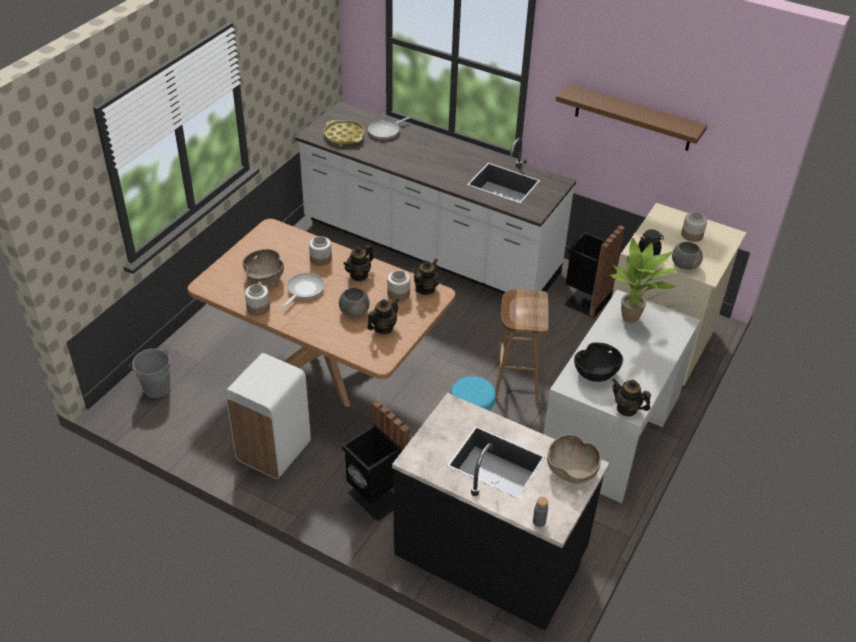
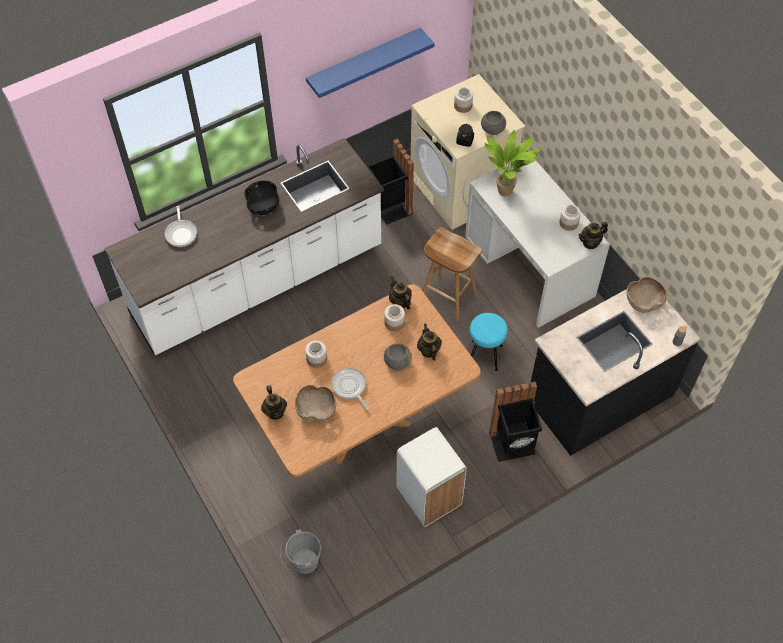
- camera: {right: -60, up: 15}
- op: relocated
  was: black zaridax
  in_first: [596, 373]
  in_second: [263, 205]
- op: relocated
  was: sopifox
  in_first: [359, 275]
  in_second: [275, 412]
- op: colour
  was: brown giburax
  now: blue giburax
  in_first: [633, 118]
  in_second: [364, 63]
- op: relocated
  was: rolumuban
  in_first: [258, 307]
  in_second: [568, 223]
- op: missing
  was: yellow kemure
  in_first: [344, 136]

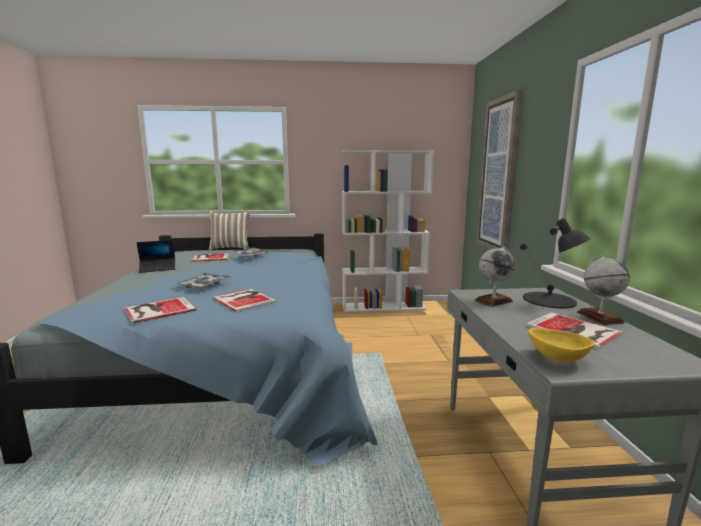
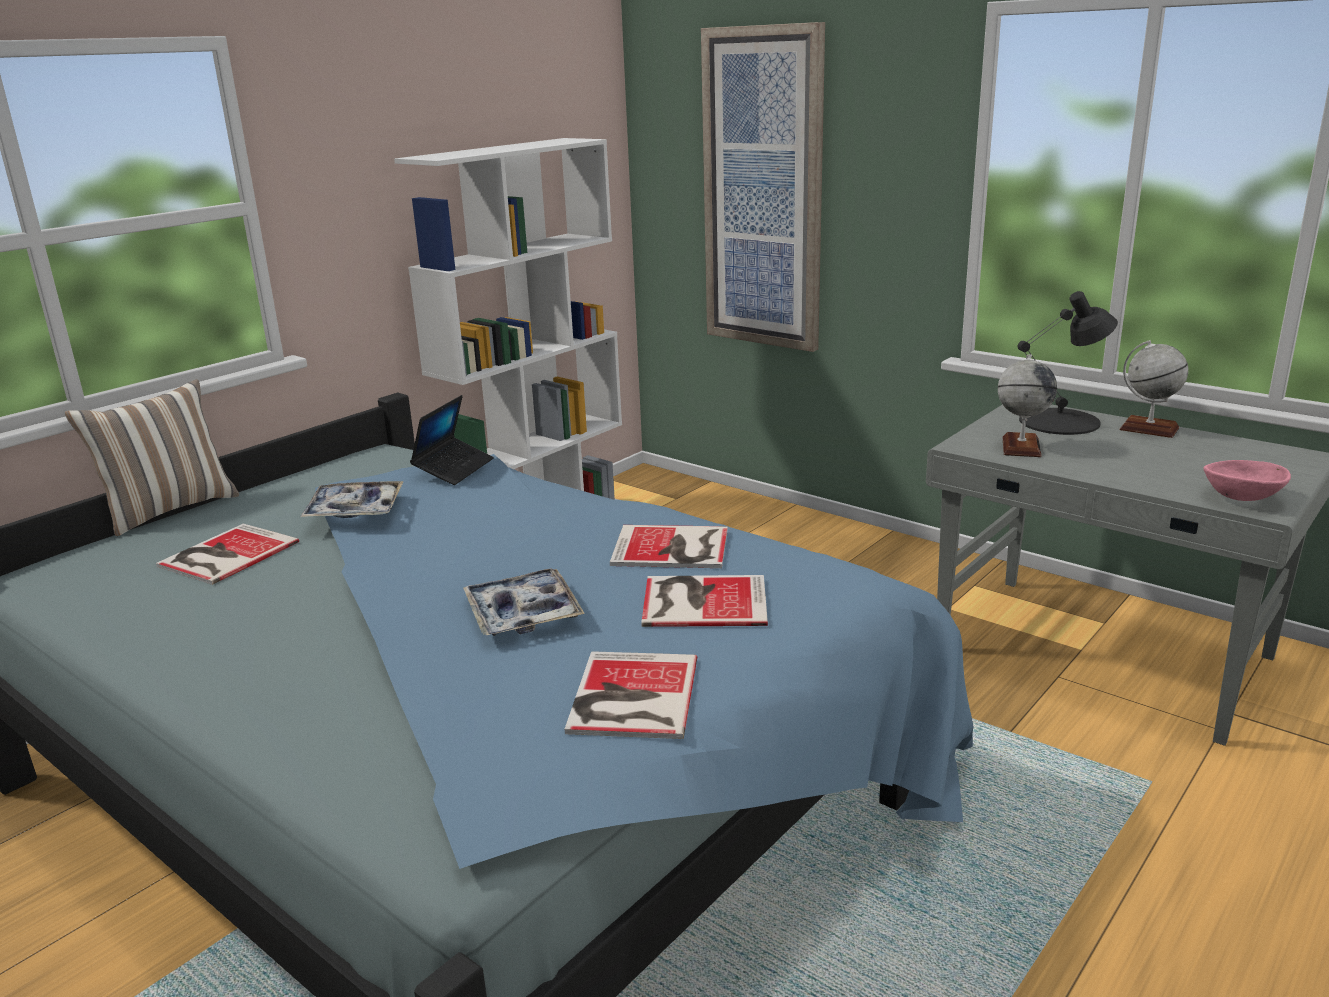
- camera: {right: -45, up: 10}
- op: relocated
  was: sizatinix
  in_first: [158, 269]
  in_second: [454, 469]
- op: relocated
  was: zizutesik
  in_first: [574, 331]
  in_second: [673, 548]
- op: colour
  was: yellow zaridax
  now: pink zaridax
  in_first: [557, 359]
  in_second: [1241, 498]

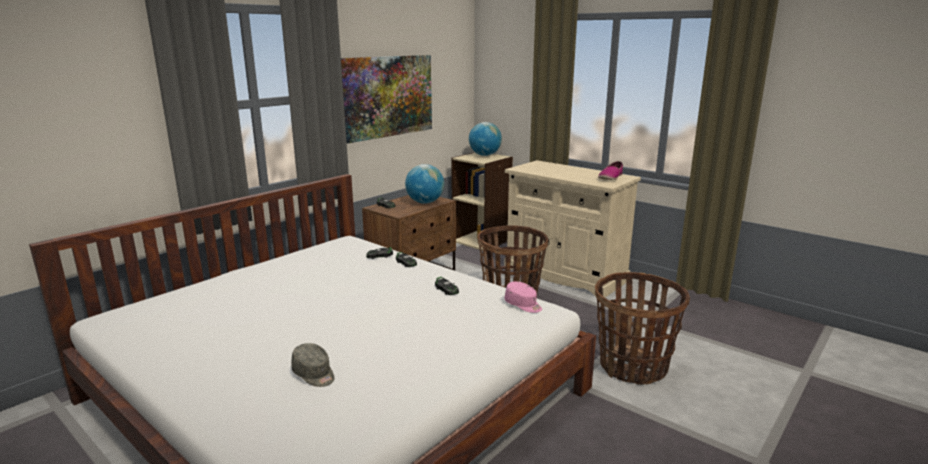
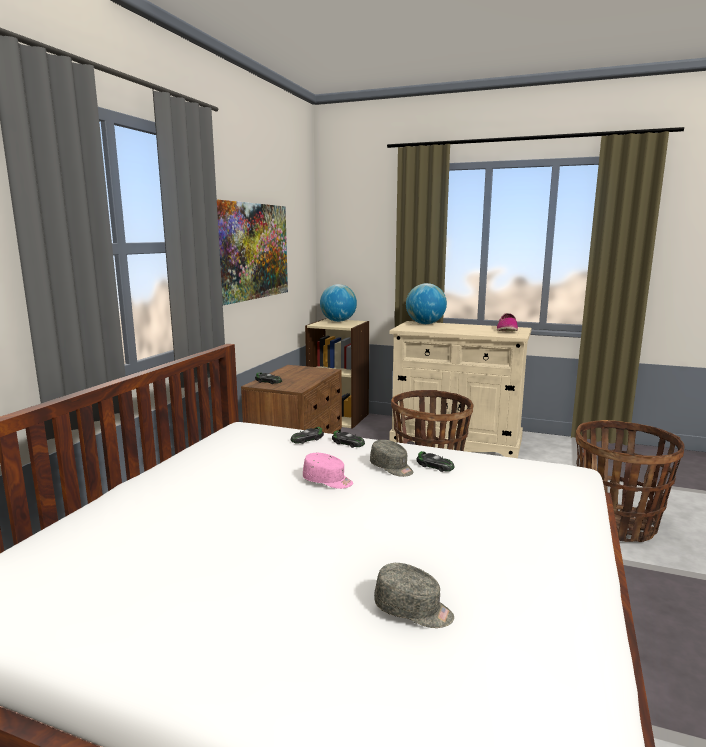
- camera: {right: -20, up: -5}
- op: relocated
  was: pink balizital
  in_first: [523, 305]
  in_second: [328, 481]
- op: appeared
  now: grey balizital
  in_second: [392, 468]
- op: relocated
  was: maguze
  in_first: [425, 202]
  in_second: [425, 324]

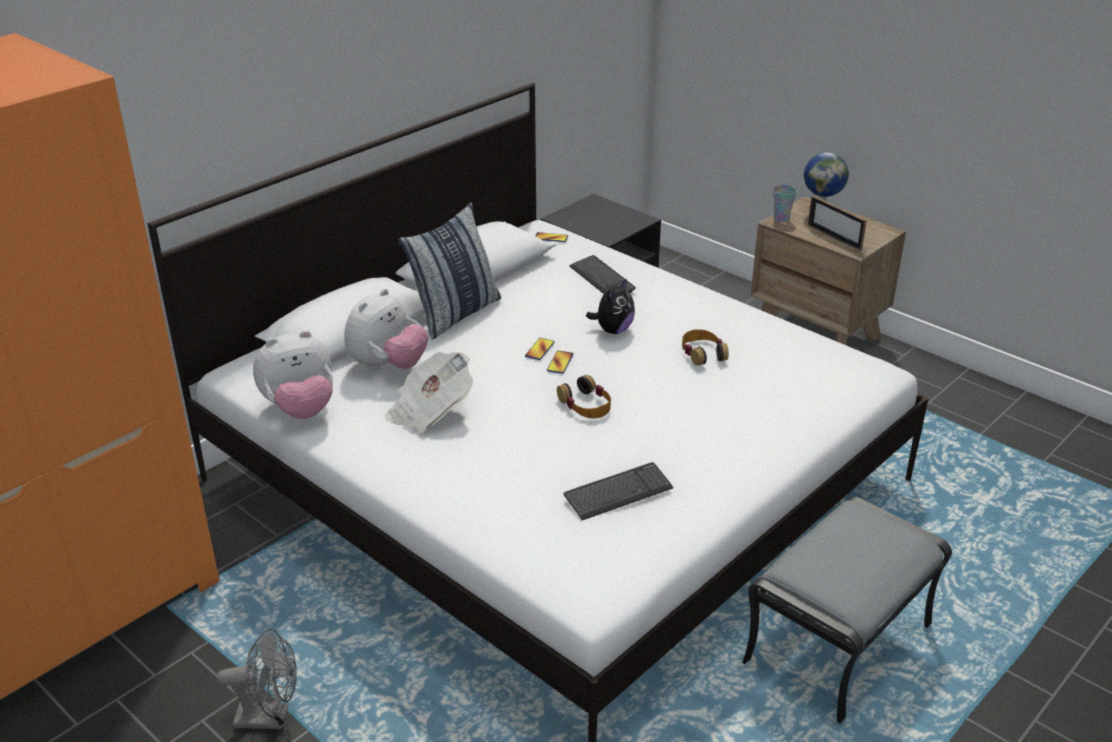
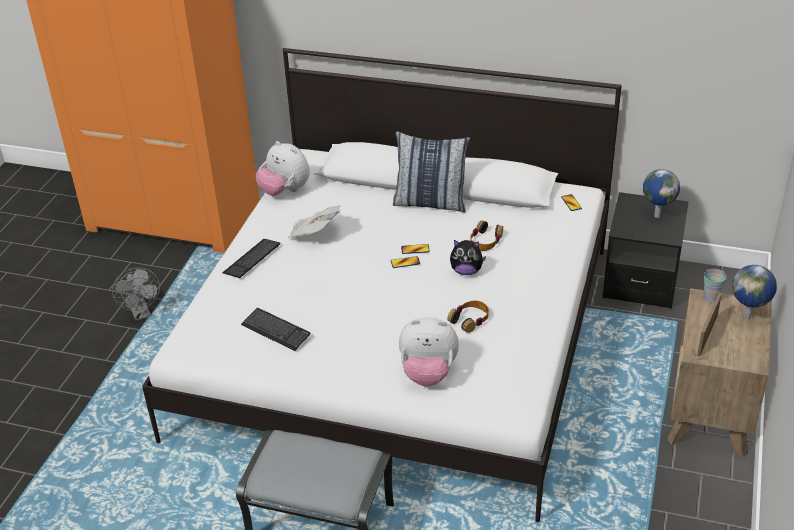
- camera: {right: 65, up: 5}
- op: relocated
  was: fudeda
  in_first: [602, 279]
  in_second: [252, 259]
- op: relocated
  was: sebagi
  in_first: [388, 366]
  in_second: [428, 374]
- op: relocated
  was: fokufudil
  in_first: [586, 404]
  in_second: [485, 240]
- op: appeared
  now: maguze
  in_second: [657, 215]

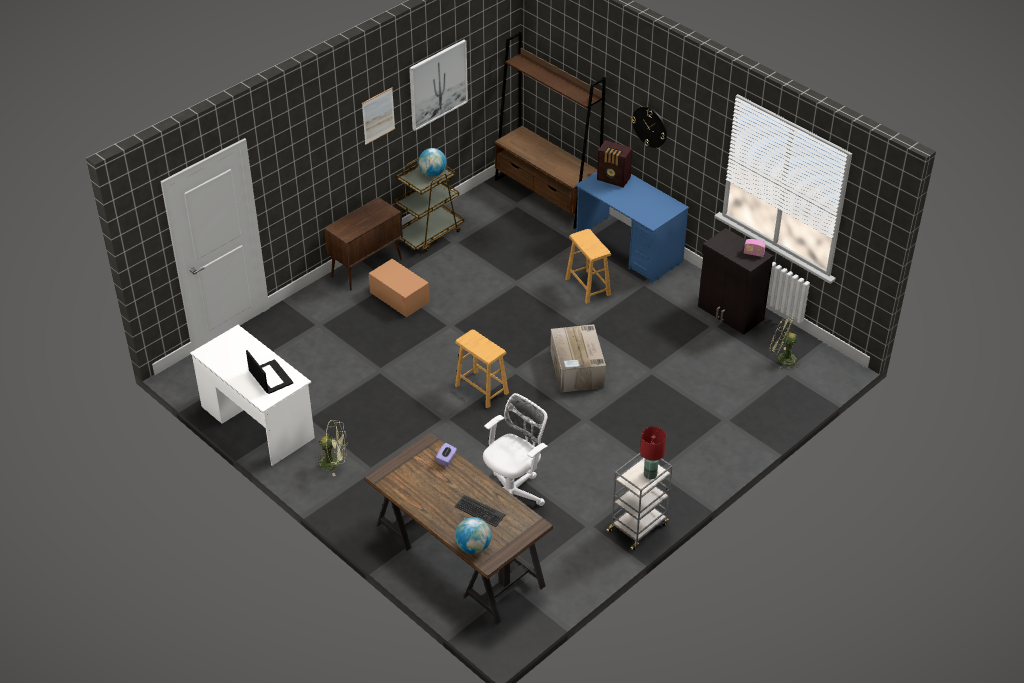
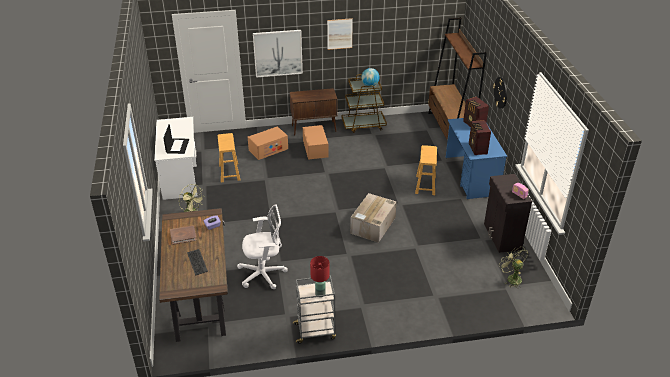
- camera: {right: 35, up: -5}
- op: appeared
  now: brown zizutesik
  in_second: [183, 236]
- op: relocated
  was: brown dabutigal
  in_first: [482, 389]
  in_second: [229, 172]
- op: appeared
  now: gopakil
  in_second: [268, 149]
- op: relocated
  was: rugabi
  in_first: [438, 84]
  in_second: [278, 53]
- op: appeared
  now: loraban
  in_second: [477, 149]
- op: missing
  was: maguze
  in_first: [473, 547]

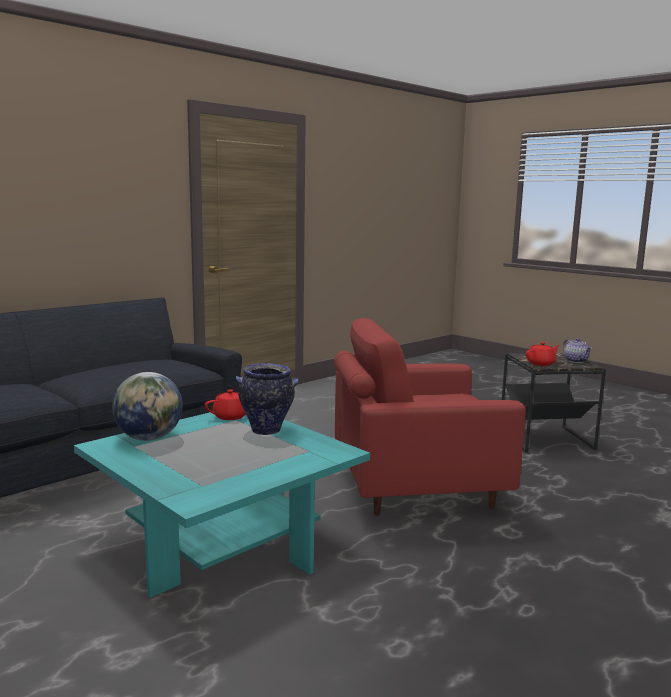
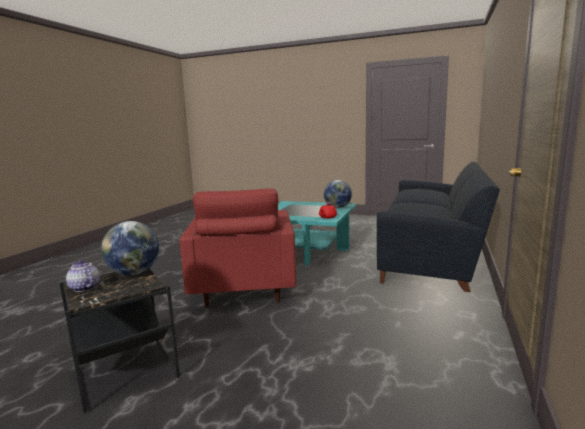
- camera: {right: 155, up: 0}
- op: exchanged
  was: red sopifox
  now: maguze
  in_first: [541, 363]
  in_second: [134, 273]
- op: spun
  was: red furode
  in_first: [415, 487]
  in_second: [243, 289]
  clockwise: 120
- op: missing
  was: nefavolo
  in_first: [267, 430]

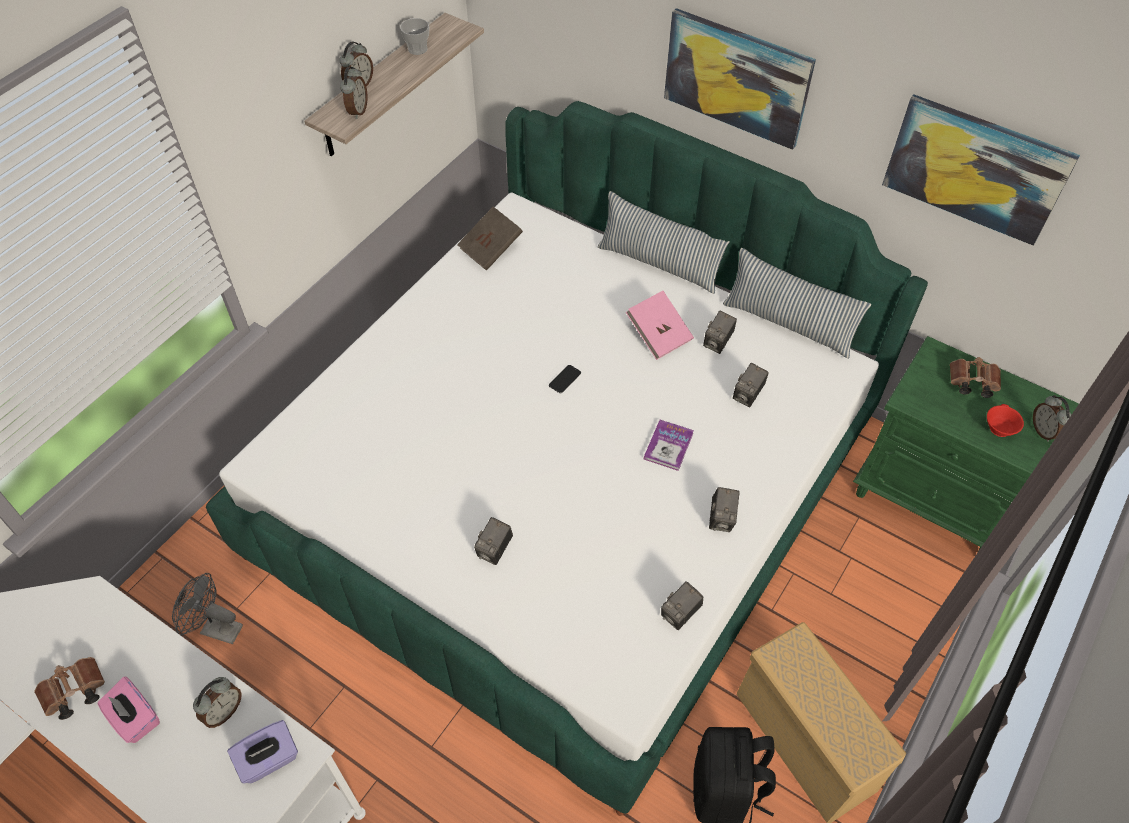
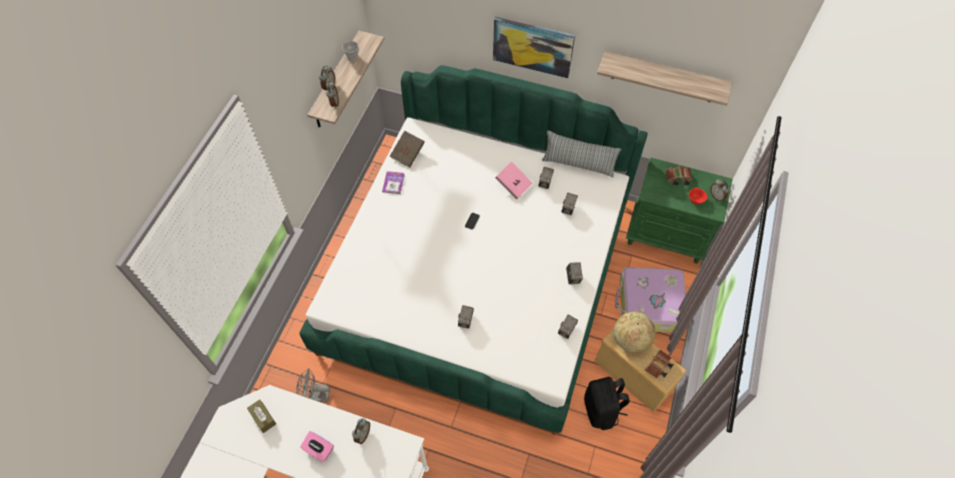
- camera: {right: -15, up: 5}
- op: appeared
  now: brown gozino
  in_second: [263, 418]
- op: relocated
  was: zizutesik
  in_first: [668, 446]
  in_second: [393, 183]
- op: exchanged
  was: rugabi
  now: giburax
  in_first: [975, 168]
  in_second: [663, 77]
- op: appeared
  now: maguze
  in_second: [630, 340]
- op: appeared
  now: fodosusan
  in_second: [649, 305]
- op: relocated
  was: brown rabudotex
  in_first: [73, 694]
  in_second: [658, 367]
- op: missing
  was: purple gozino
  in_first: [269, 760]
- op: missing
  was: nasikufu
  in_first: [659, 264]

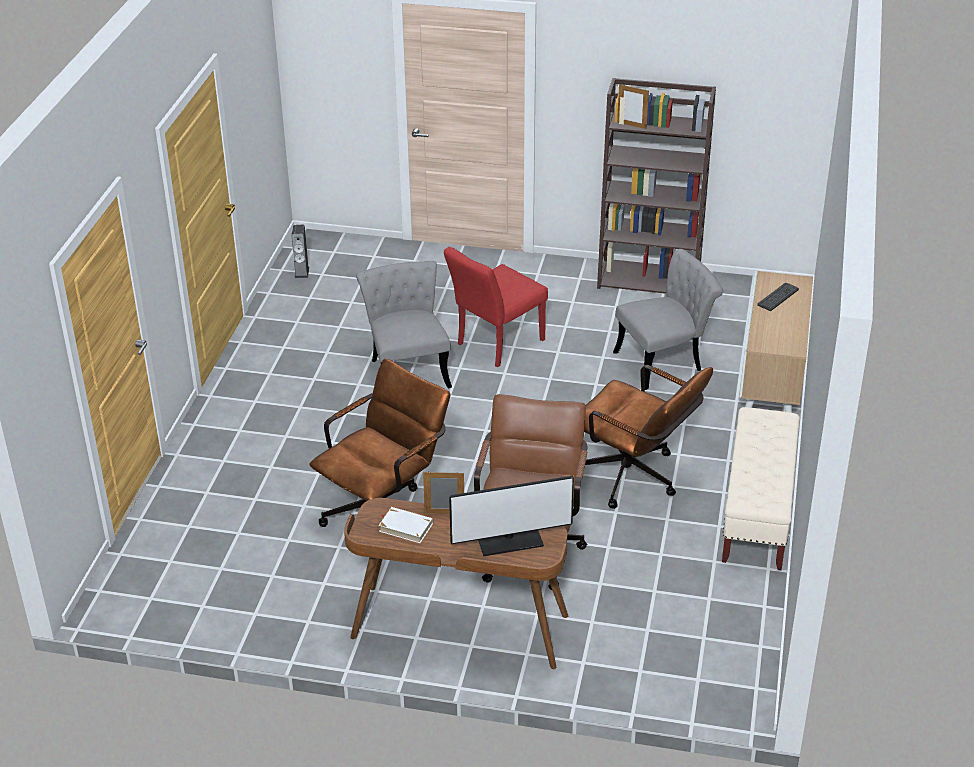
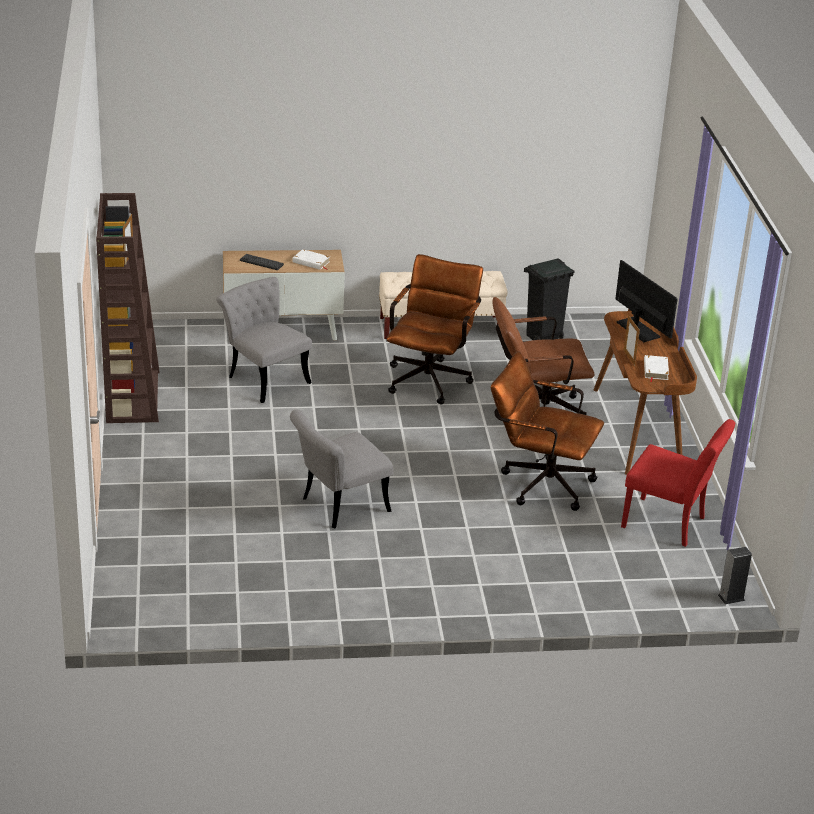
- camera: {right: -110, up: -5}
- op: appeared
  now: white zizutesik
  in_second: [311, 262]
- op: appeared
  now: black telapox
  in_second: [543, 338]
- op: relocated
  was: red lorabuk
  in_first: [495, 344]
  in_second: [670, 524]
- op: relocated
  was: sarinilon
  in_first: [302, 272]
  in_second: [731, 597]

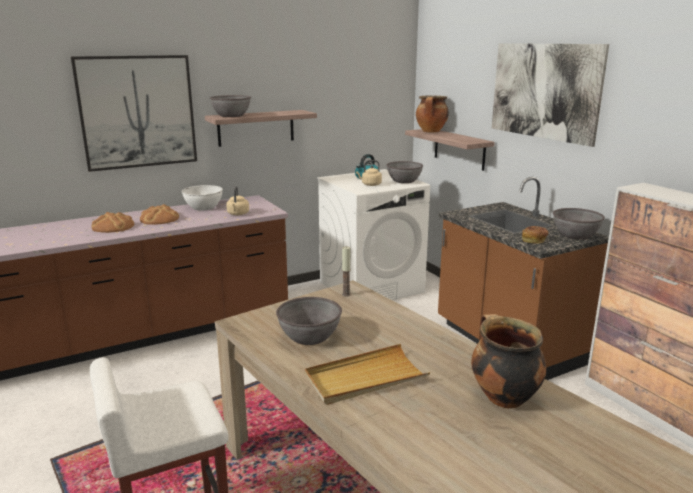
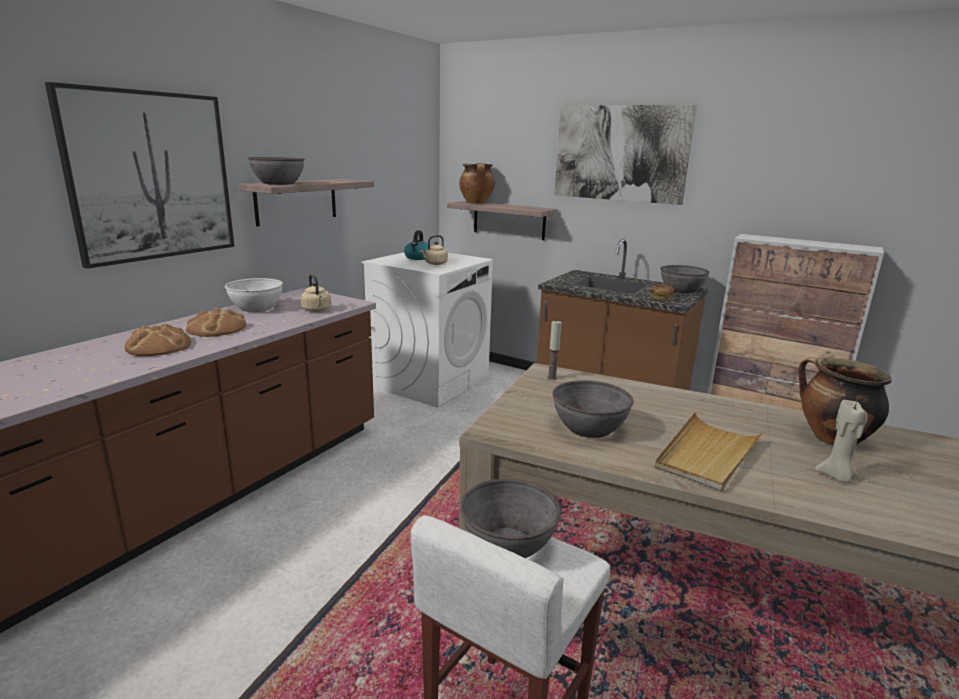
- camera: {right: -30, up: 0}
- op: relocated
  was: grey zaridax
  in_first: [404, 181]
  in_second: [508, 543]
- op: appeared
  now: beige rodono
  in_second: [836, 477]

